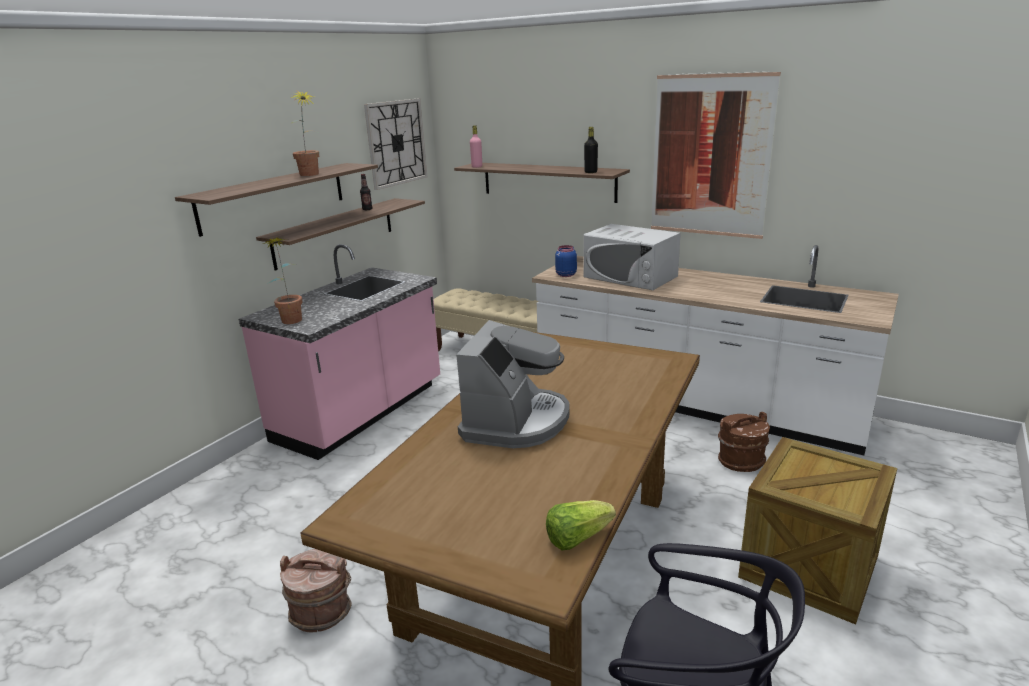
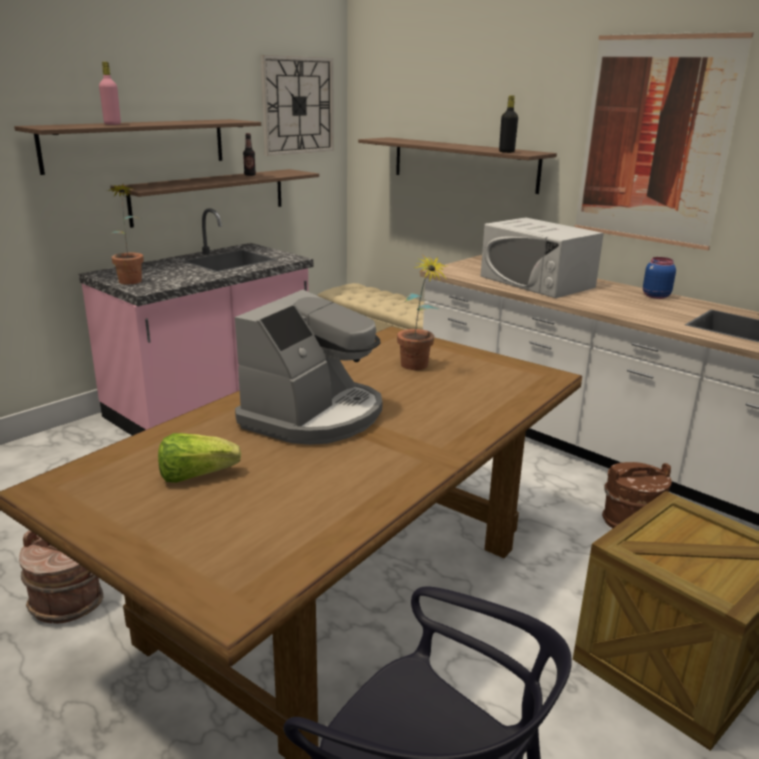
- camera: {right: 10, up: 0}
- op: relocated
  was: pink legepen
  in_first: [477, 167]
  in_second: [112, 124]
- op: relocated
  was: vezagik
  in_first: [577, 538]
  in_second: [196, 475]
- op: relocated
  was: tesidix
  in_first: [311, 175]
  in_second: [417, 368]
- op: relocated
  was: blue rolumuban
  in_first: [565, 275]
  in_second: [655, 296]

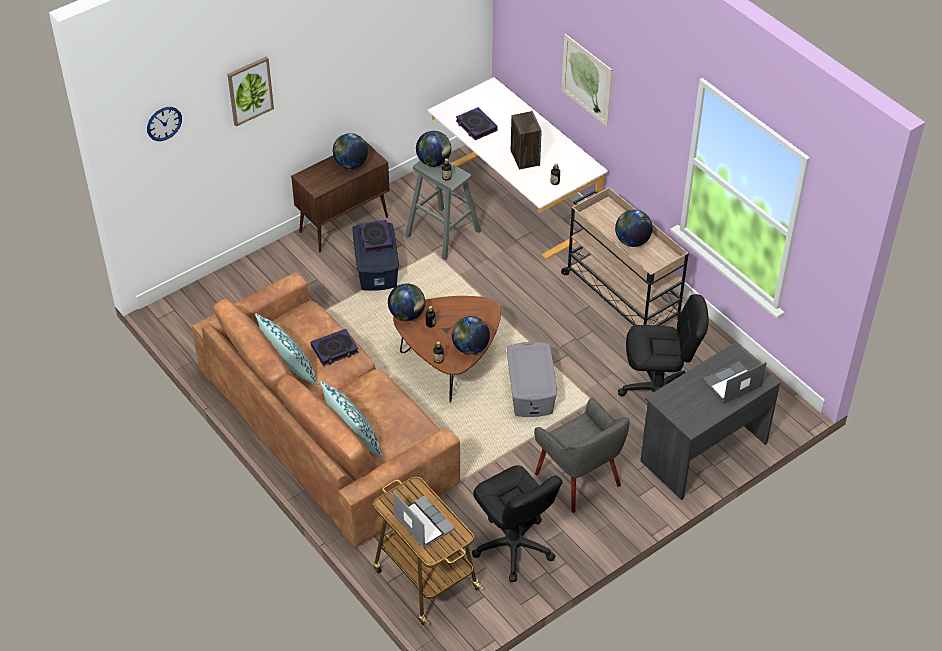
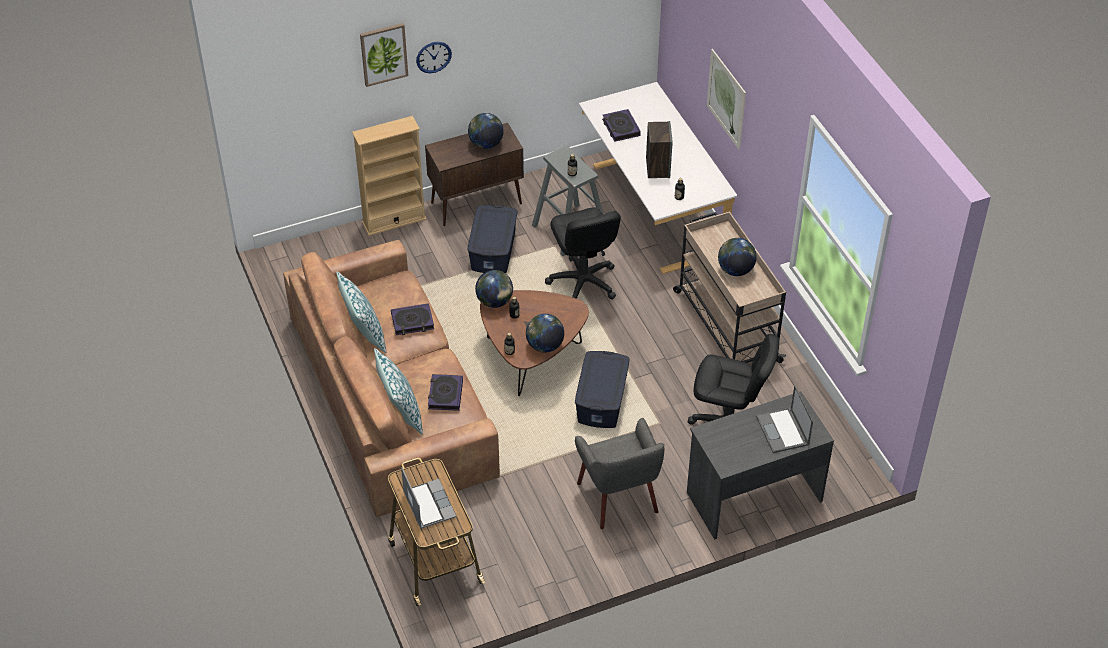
- camera: {right: 15, up: 0}
- op: appeared
  now: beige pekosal
  in_second: [394, 221]
- op: relocated
  was: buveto
  in_first: [164, 123]
  in_second: [433, 57]
- op: relocated
  was: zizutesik
  in_first: [375, 238]
  in_second: [445, 395]
- op: relocated
  was: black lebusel
  in_first: [513, 547]
  in_second: [582, 283]
- op: colour
  was: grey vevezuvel
  now: blue vevezuvel
  in_first: [531, 390]
  in_second: [602, 400]
- op: spun
  was: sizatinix
  in_first: [731, 383]
  in_second: [783, 431]
  clockwise: -90
- op: missing
  was: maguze
  in_first: [434, 162]

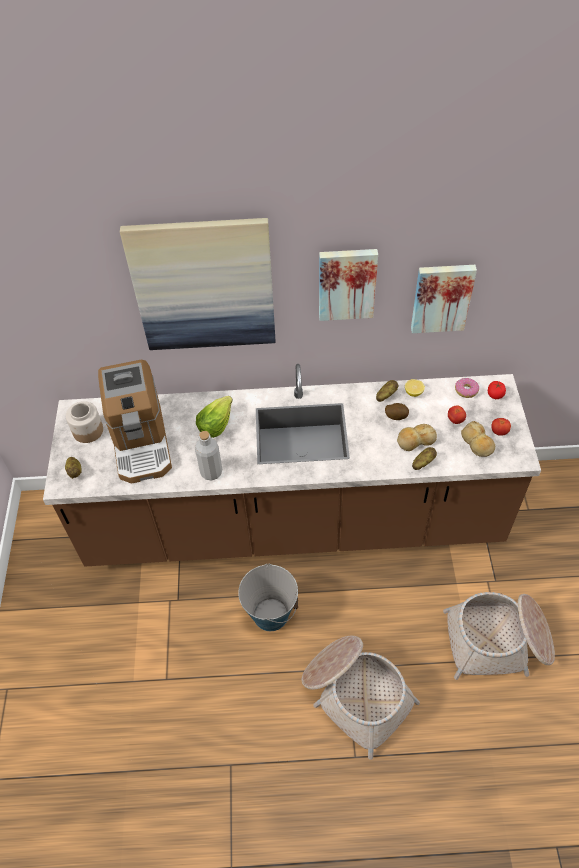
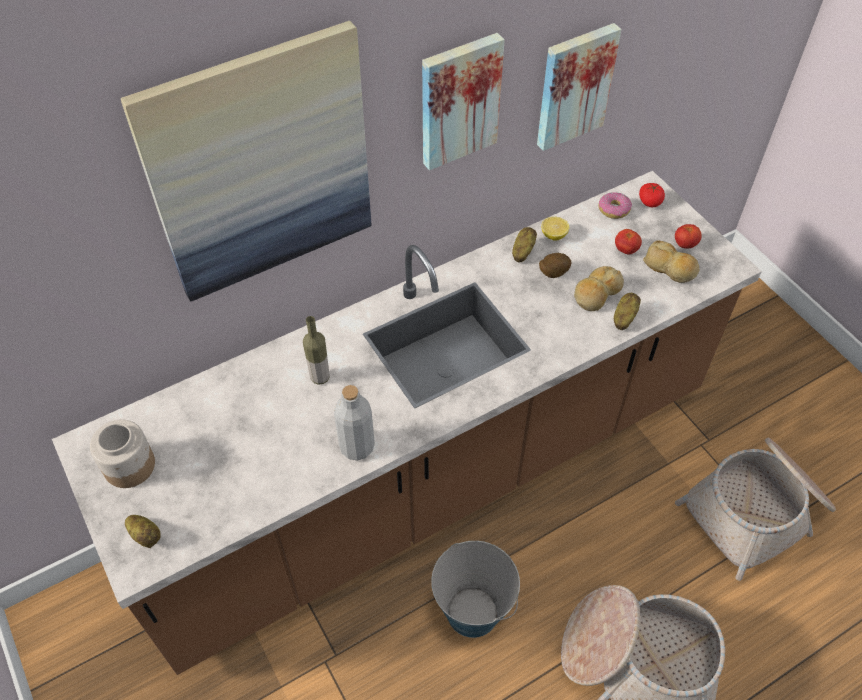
- camera: {right: -30, up: 0}
- op: exchanged
  was: vezagik
  now: legepen
  in_first: [215, 424]
  in_second: [320, 377]
- op: missing
  was: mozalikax
  in_first: [141, 442]

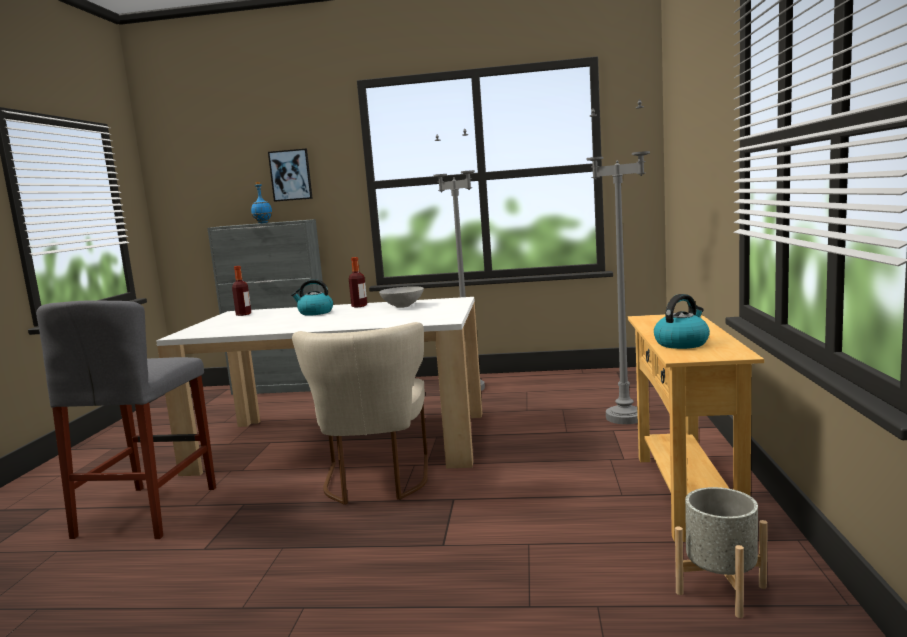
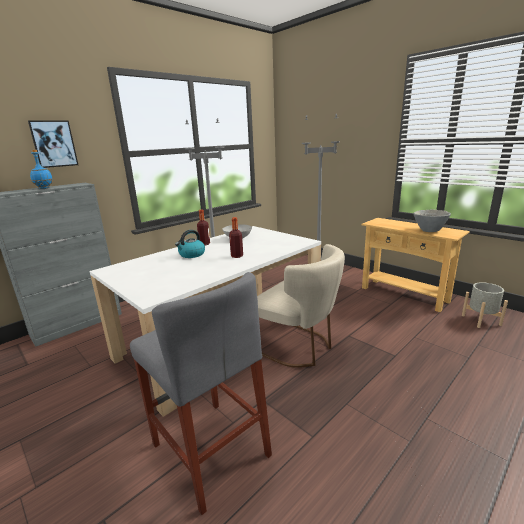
- camera: {right: -50, up: 10}
- op: relocated
  was: legepen
  in_first: [243, 314]
  in_second: [237, 256]
- op: exchanged
  was: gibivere
  now: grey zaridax
  in_first: [681, 343]
  in_second: [429, 231]

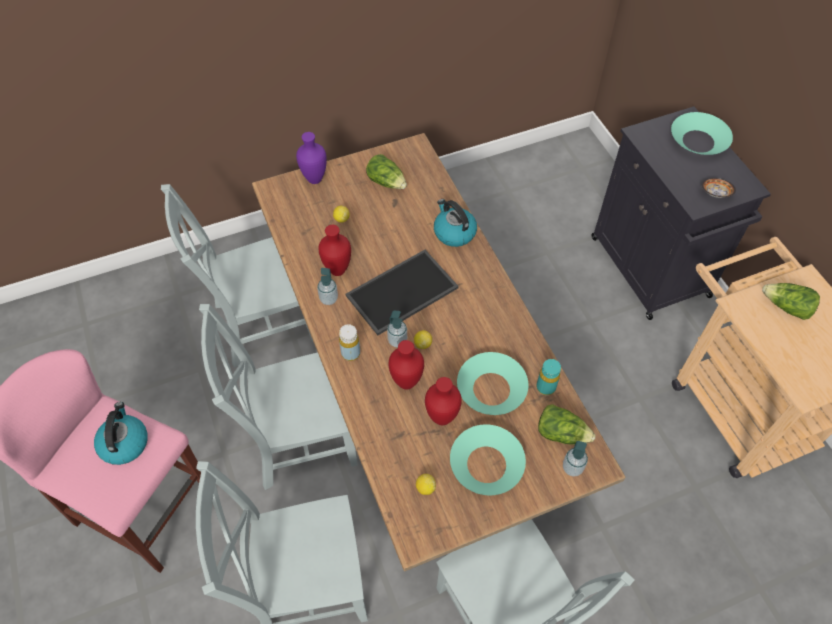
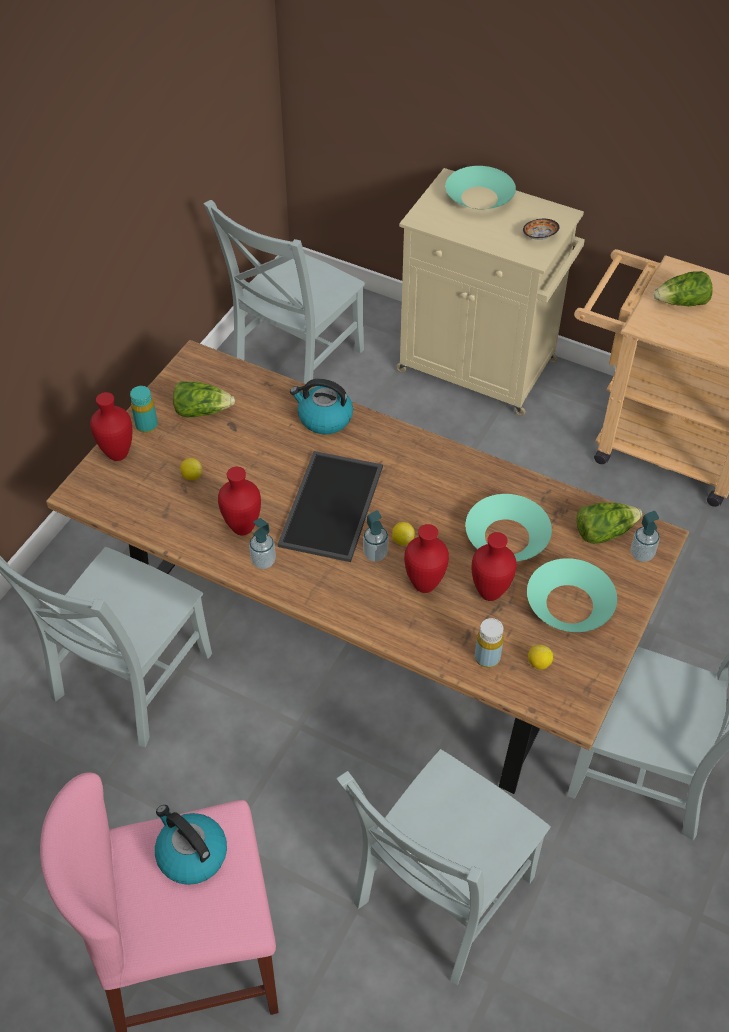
- camera: {right: -40, up: -5}
- op: colour
  was: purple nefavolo
  now: red nefavolo
  in_first: [315, 179]
  in_second: [118, 453]
- op: relocated
  was: turquoise legepen
  in_first: [545, 387]
  in_second: [146, 426]
- op: relocated
  was: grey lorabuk
  in_first: [297, 439]
  in_second: [295, 363]
- op: colour
  was: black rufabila
  now: beige rufabila
  in_first: [651, 269]
  in_second: [480, 367]
- op: relocated
  was: yellow legepen
  in_first: [350, 353]
  in_second: [487, 658]

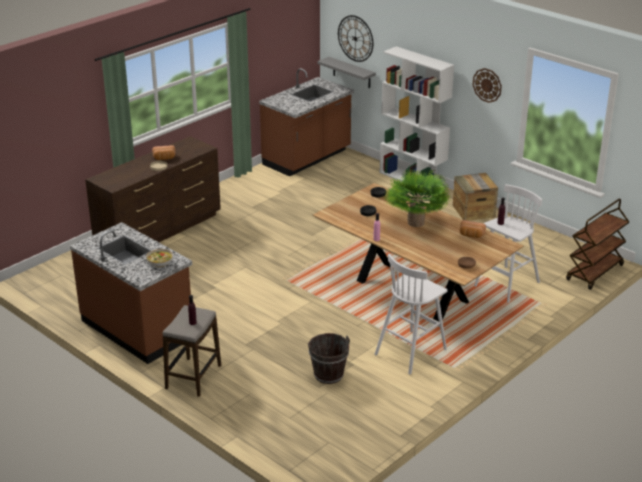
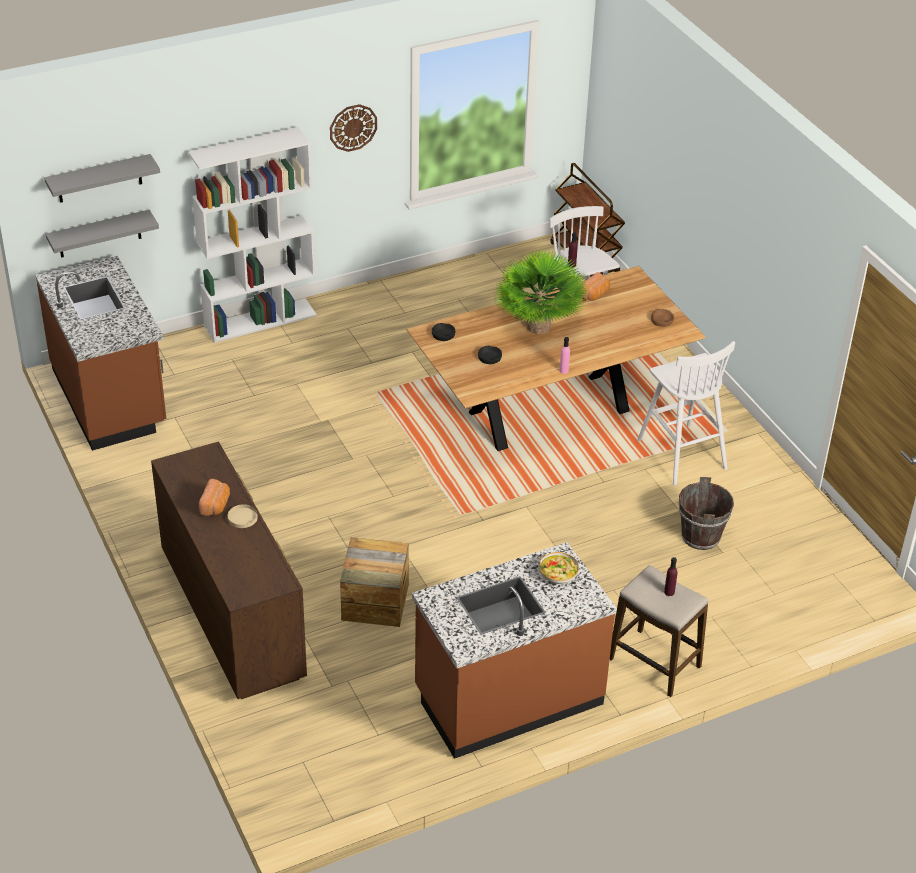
- camera: {right: -70, up: 10}
- op: exchanged
  was: buveto
  now: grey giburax
  in_first: [355, 38]
  in_second: [99, 179]
- op: relocated
  was: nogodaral
  in_first: [473, 211]
  in_second: [375, 602]

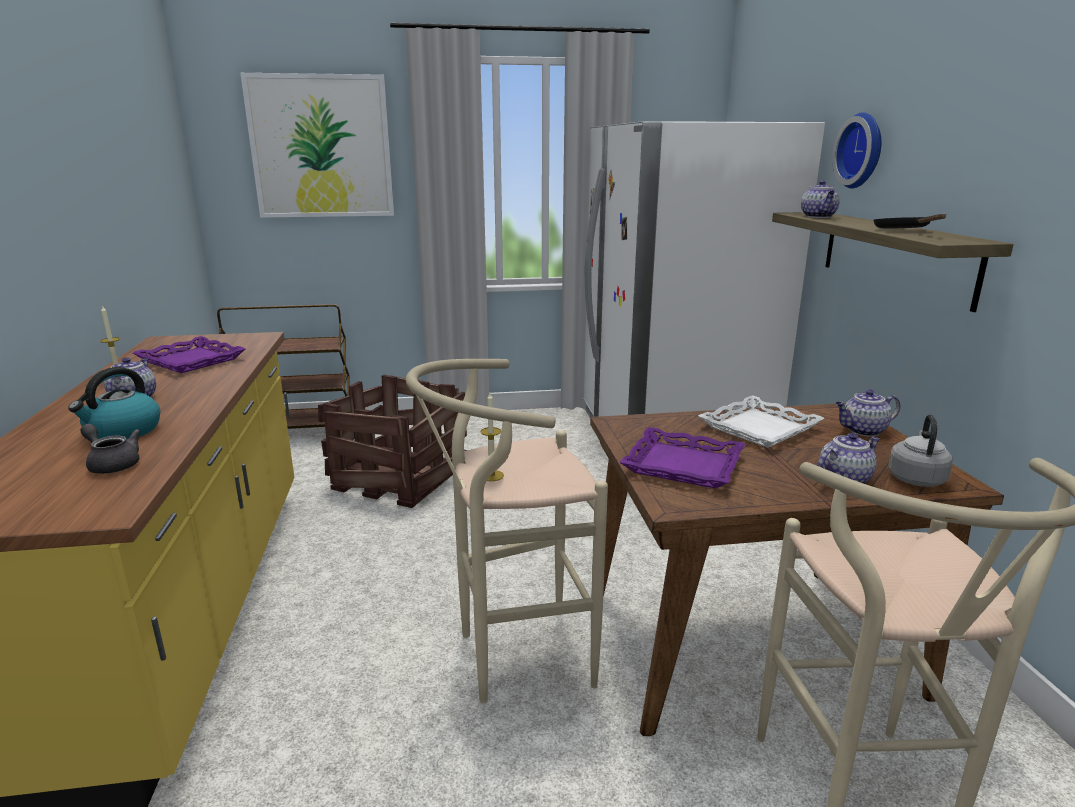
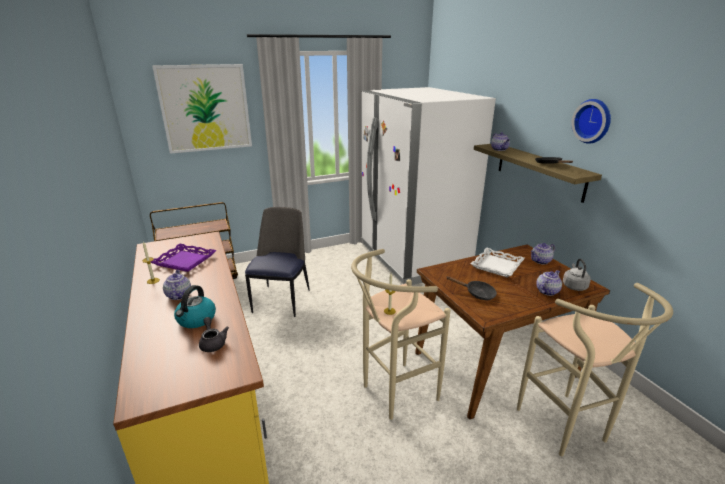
- camera: {right: -15, up: 5}
- op: spun
  was: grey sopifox
  in_first: [112, 464]
  in_second: [213, 342]
  clockwise: 45
- op: exchanged
  was: nogodaral
  now: lorabuk
  in_first: [401, 477]
  in_second: [282, 300]
- op: exchanged
  was: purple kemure
  now: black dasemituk
  in_first: [682, 465]
  in_second: [477, 293]
- op: relocated
  was: buveto
  in_first: [862, 151]
  in_second: [593, 121]

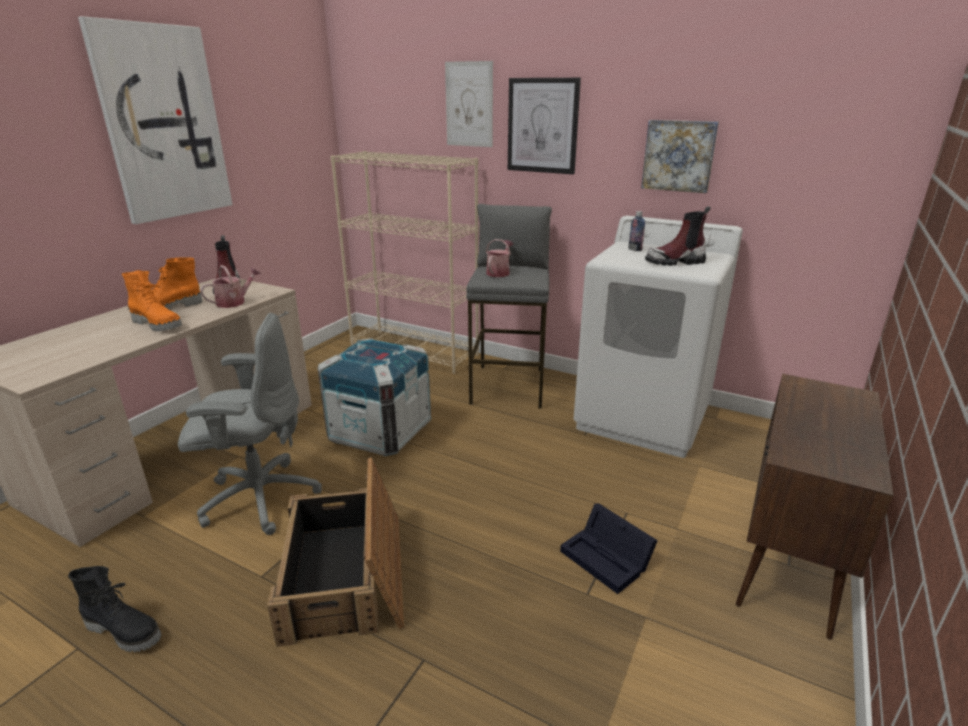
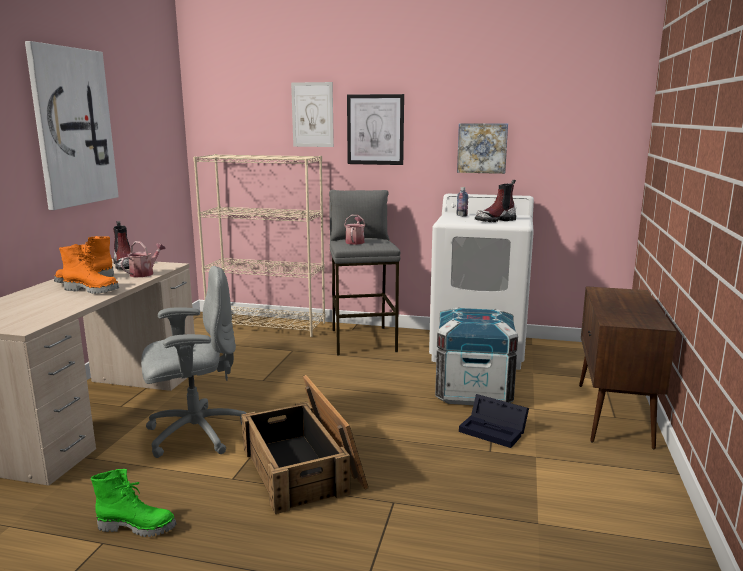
- camera: {right: -15, up: -10}
- op: colour
  was: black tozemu
  now: green tozemu
  in_first: [125, 631]
  in_second: [138, 526]
- op: relocated
  was: nogodaral
  in_first: [380, 432]
  in_second: [473, 391]

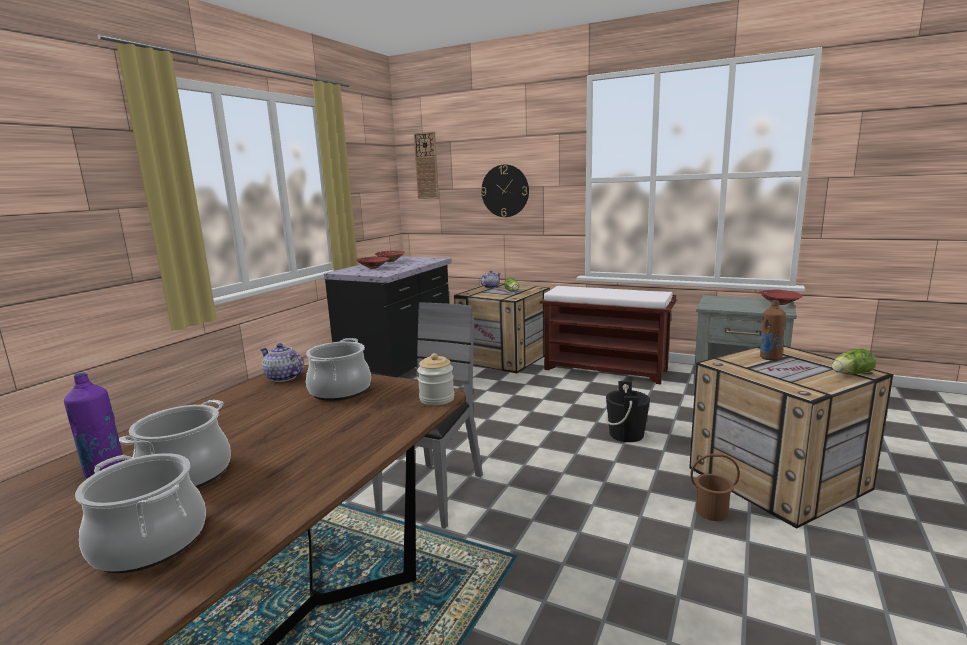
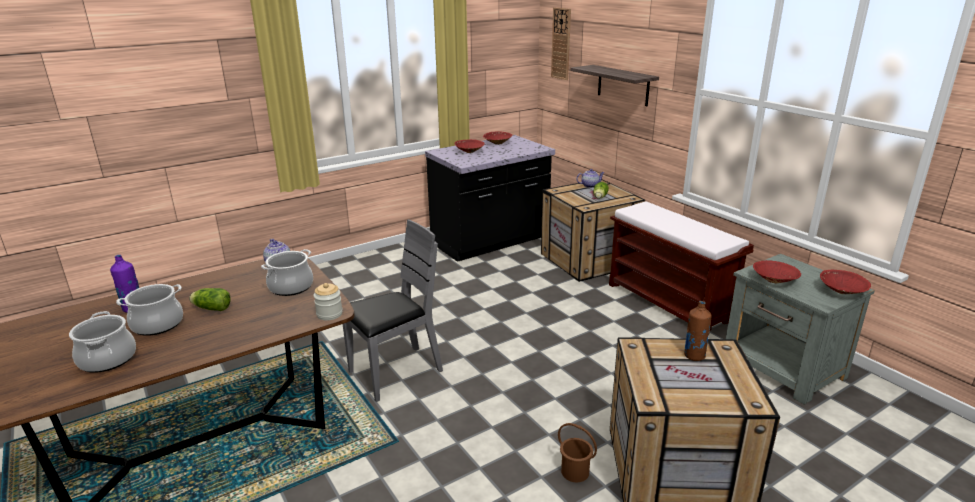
- camera: {right: 30, up: 10}
- op: relocated
  was: vezagik
  in_first: [850, 374]
  in_second: [211, 308]
- op: exchanged
  was: buveto
  now: giburax
  in_first: [505, 191]
  in_second: [623, 85]
- op: appeared
  now: red zaridax
  in_second: [775, 281]
- op: missing
  was: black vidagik
  in_first: [626, 434]

